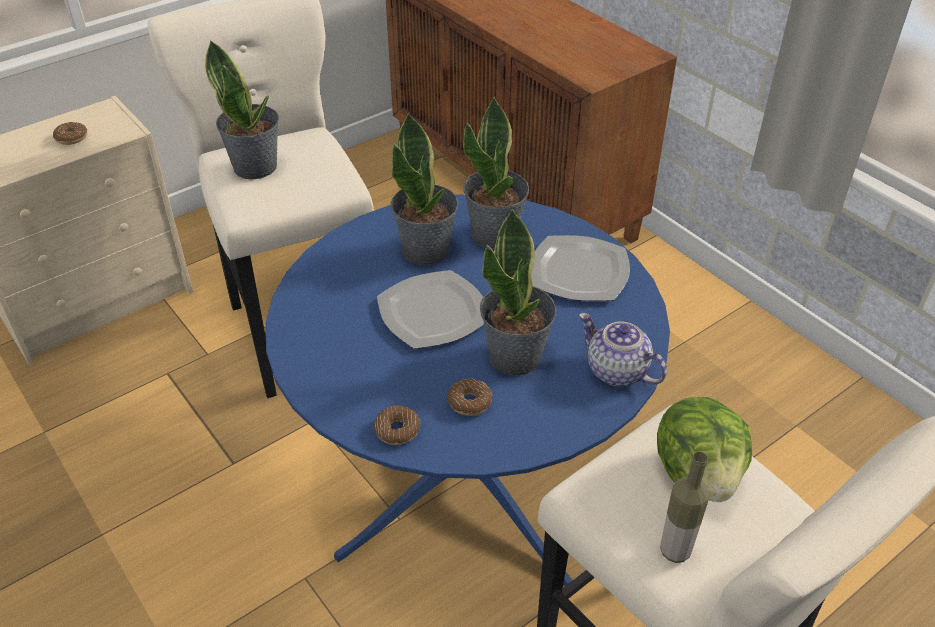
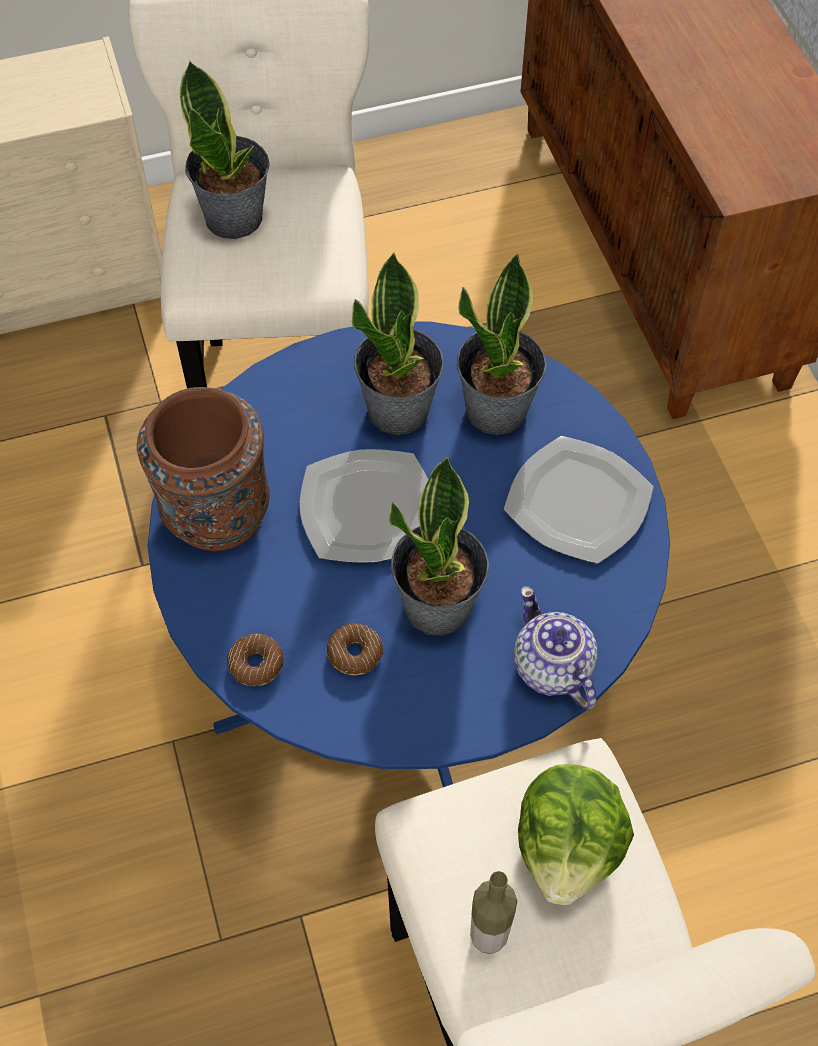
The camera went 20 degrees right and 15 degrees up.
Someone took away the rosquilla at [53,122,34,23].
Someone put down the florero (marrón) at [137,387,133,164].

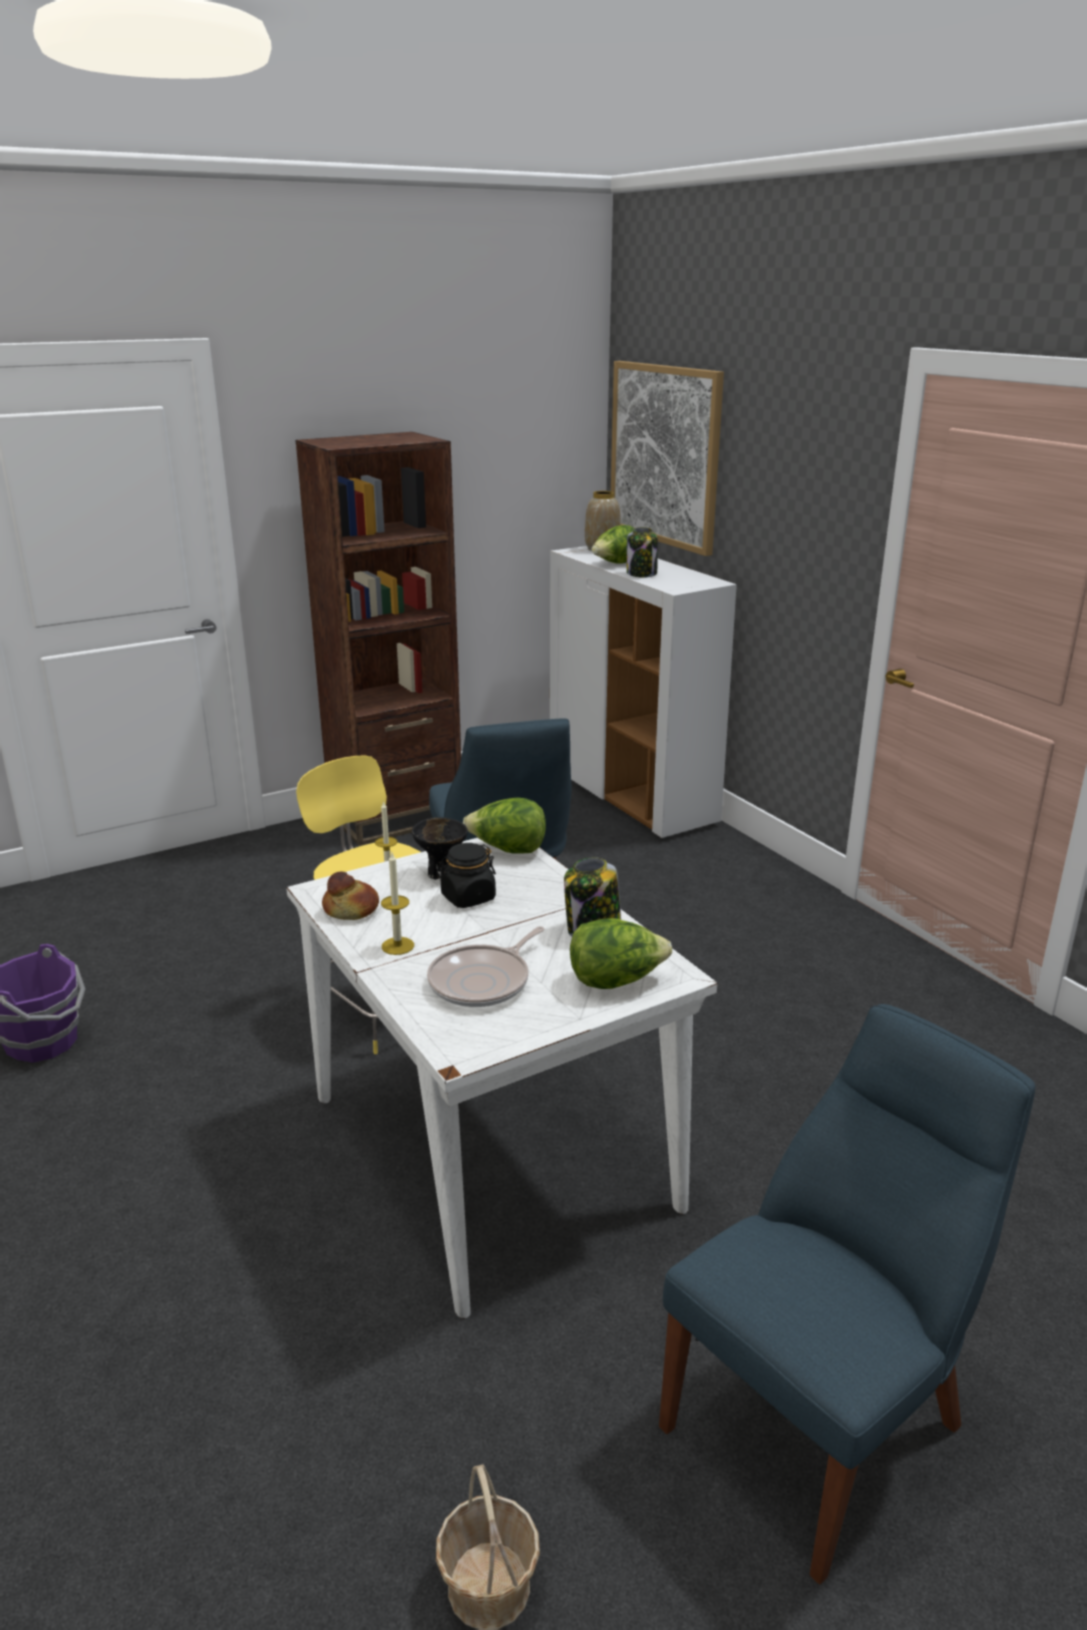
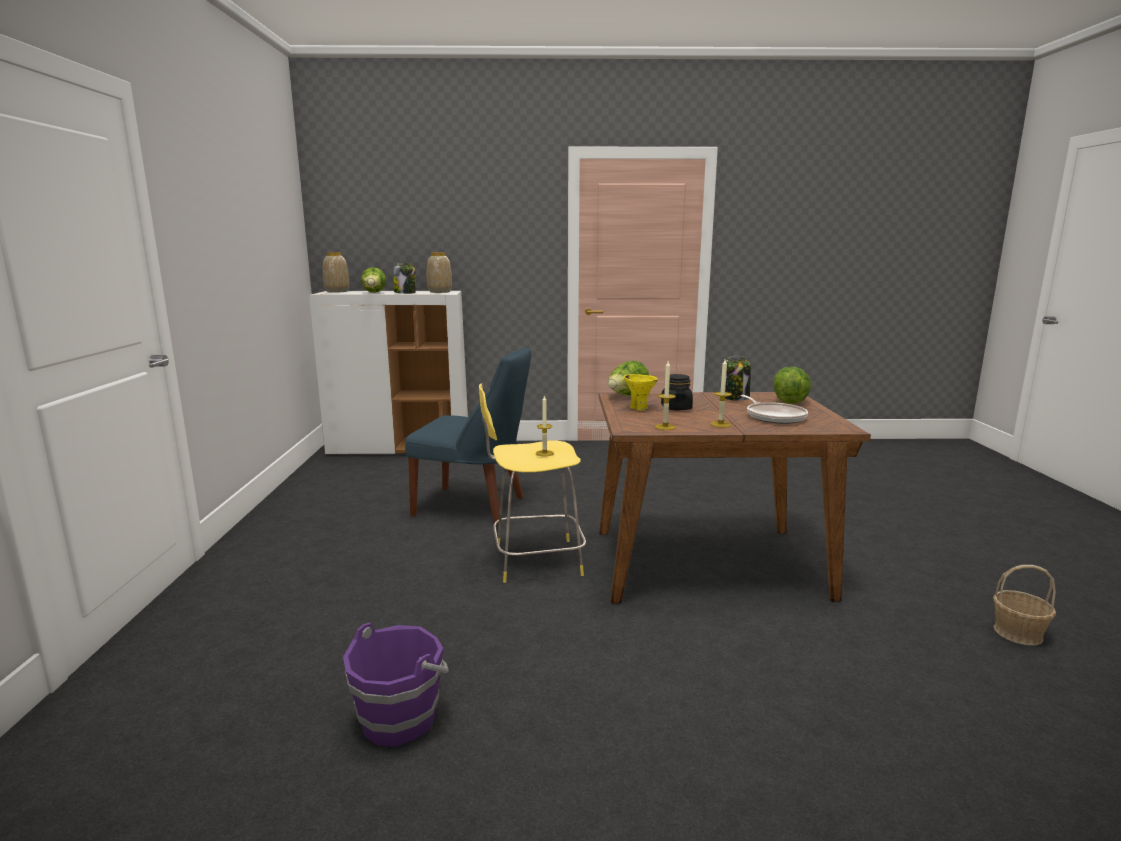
The camera went 60 degrees left and 10 degrees down.
Someone took away the estantería (marrón) at [295,432,166,414].
Someone took away the cuadro at [611,361,113,195].
Someone took away the silla (azul) at [659,1004,377,580].
Someone put down the florero at [427,252,25,41].
Someone swapped the pan at [322,872,57,48] for the vela at [655,361,21,69].
Someone repainted the mesa de comedor (blanco) at [286,838,432,481], which became the mesa de comedor (marrón) at [599,392,272,212].
Someone repainted the cuenco (negro) at [412,817,56,63], which became the cuenco (amarillo) at [624,374,34,37].

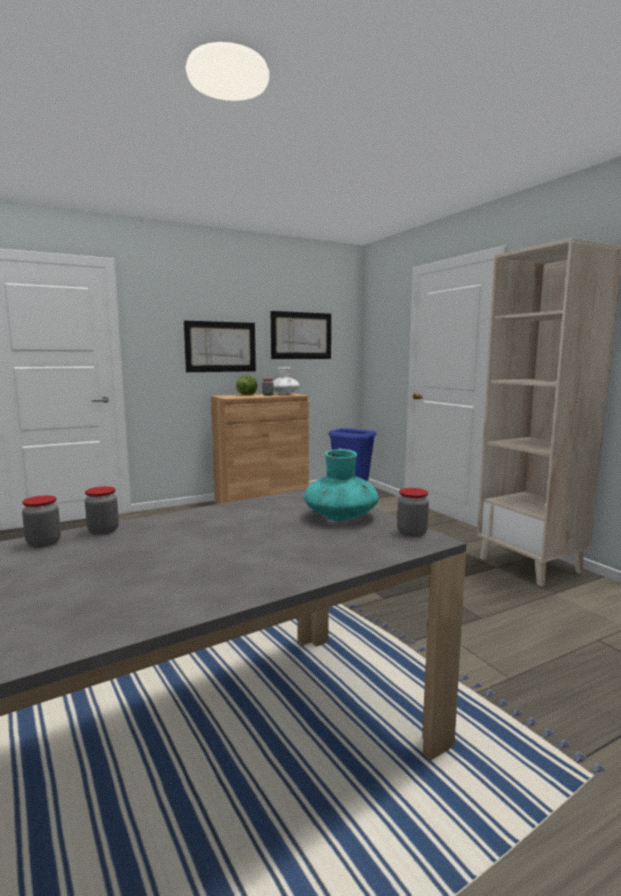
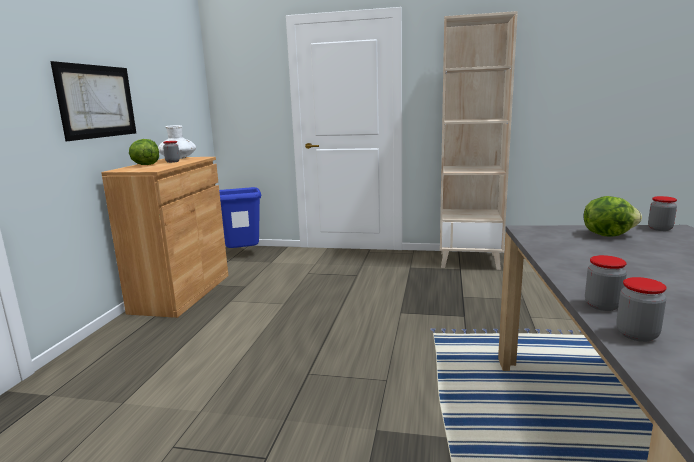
The camera went 50 degrees left and 5 degrees up.
Someone took away the cuadro at [271,311,60,48].
Someone swapped the florero (turquesa) at [304,449,75,72] for the lechuga at [583,196,59,41].

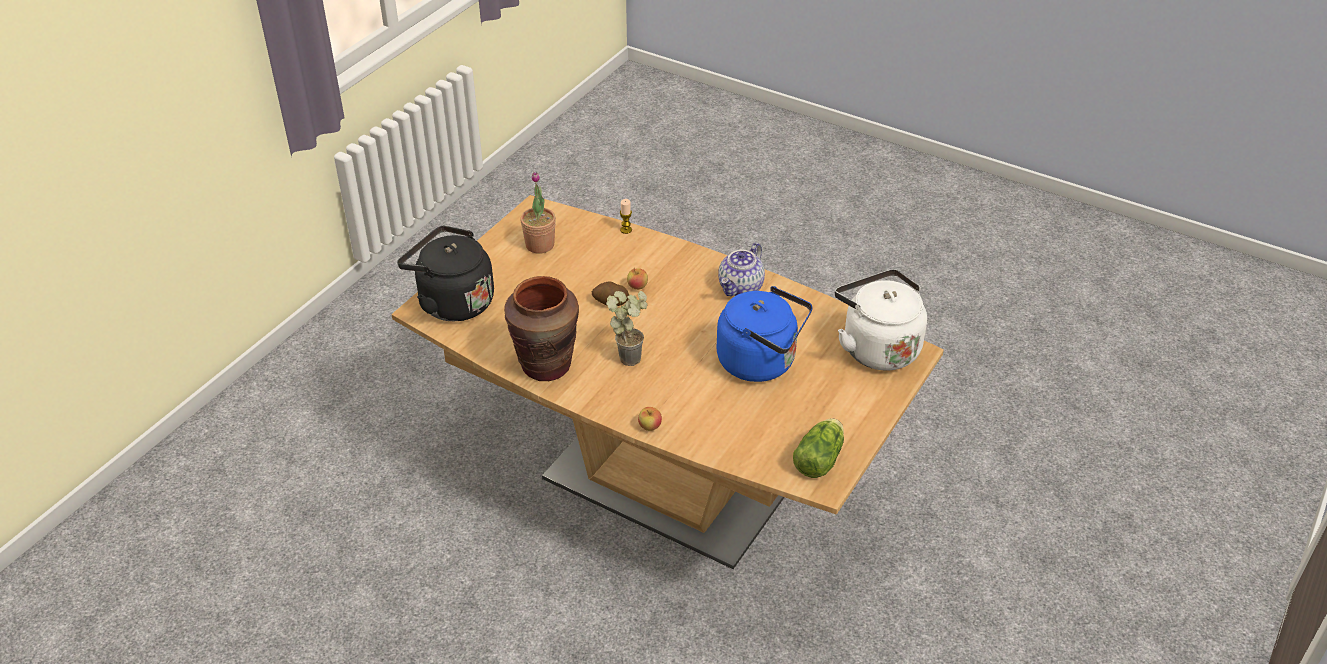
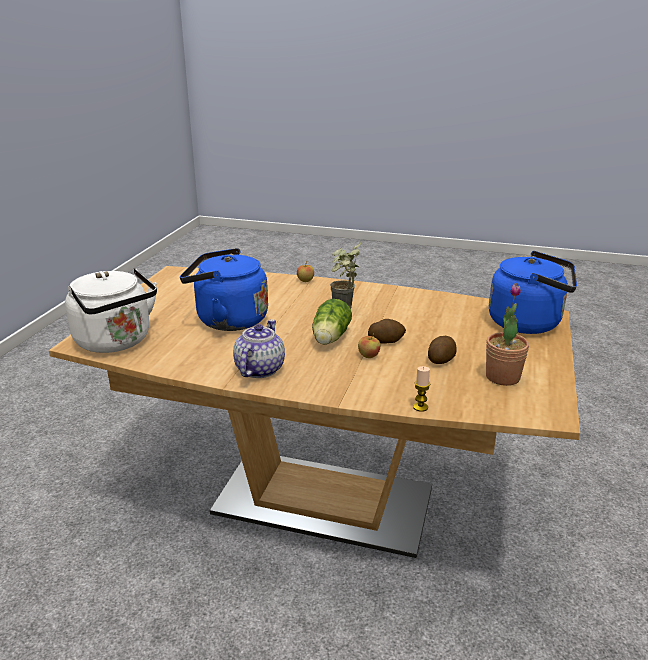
The camera went 165 degrees right and 15 degrees down.
Someone took away the florero (marrón) at [504,276,75,105].
Someone put down the patata at [428,336,29,28].
Someone carried the lechuga from [793,418,51,60] to [312,299,40,46].
Someone repainted the hervidor (negro) at [397,226,97,95], which became the hervidor (azul) at [489,251,88,83].

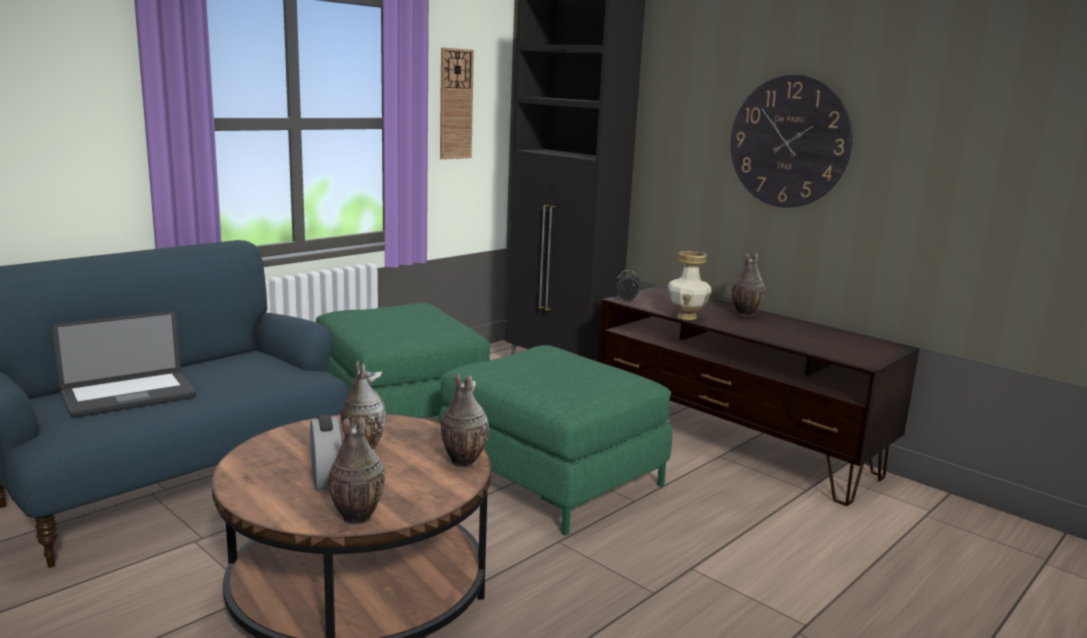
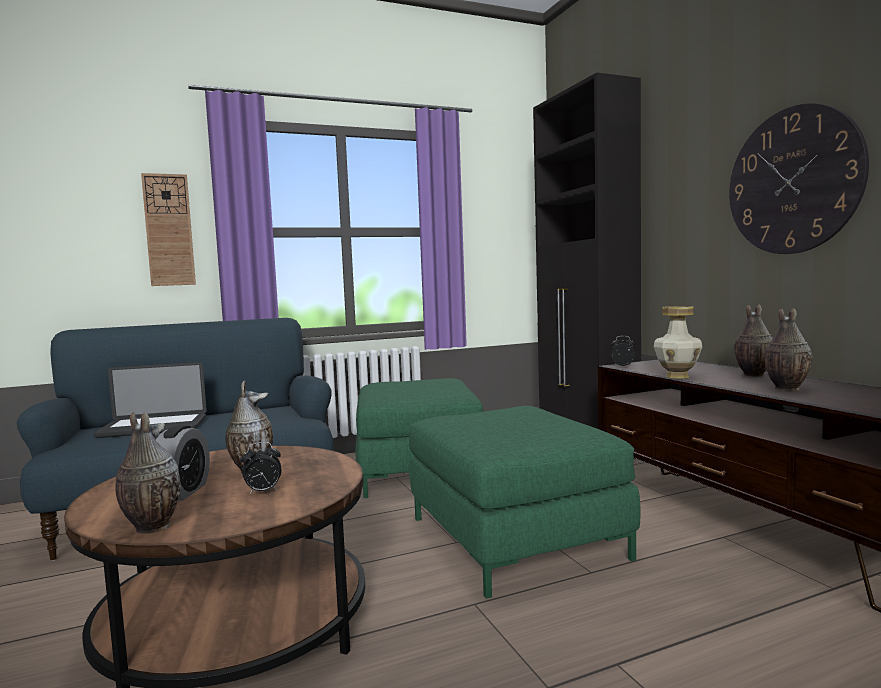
The camera went 25 degrees right and 10 degrees down.
Someone put down the despertador at [240,442,41,52].
Someone carried the reloj de pared from [440,48,34,111] to [141,173,55,113].
Someone carried the florero from [441,373,48,94] to [764,308,48,83].

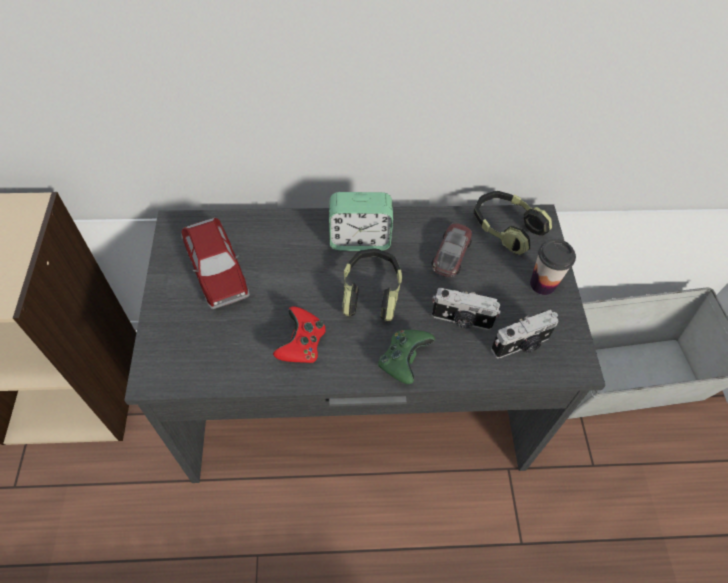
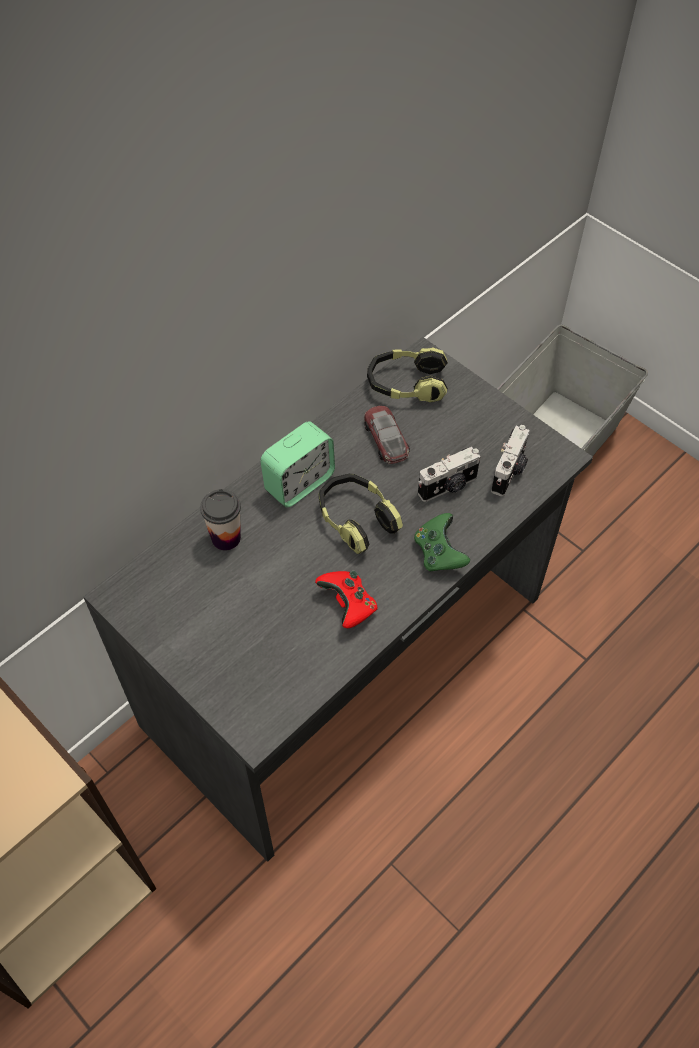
The camera went 40 degrees left and 0 degrees up.
Someone took away the coche de juguete at [181,218,69,91].
Someone carried the taza from [530,239,46,56] to [200,489,41,61].

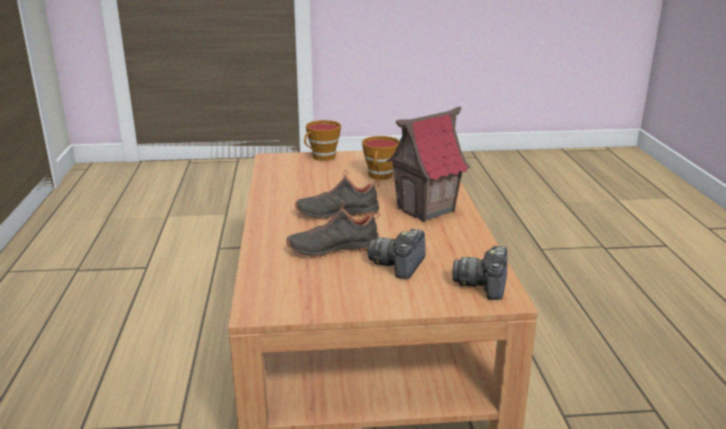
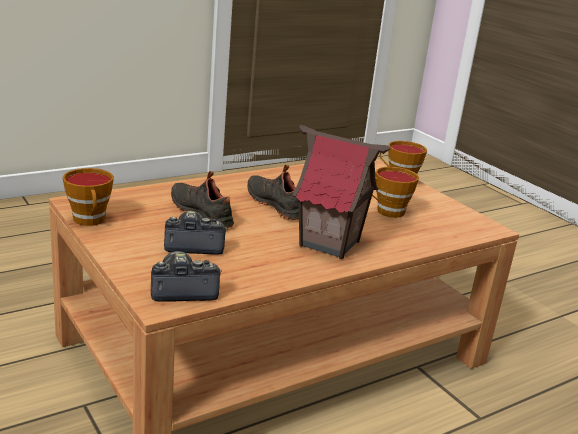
The camera went 60 degrees right and 0 degrees up.
Someone put down the taza at [63,168,51,58].

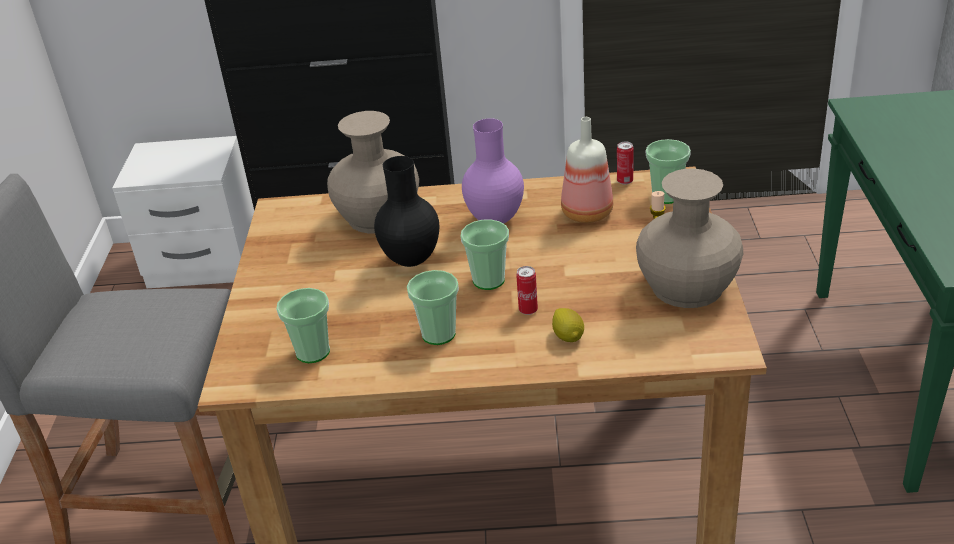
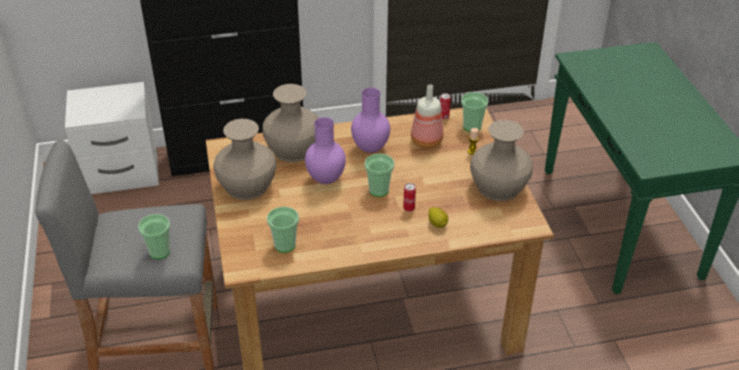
The camera went 15 degrees left and 5 degrees up.
Someone put down the florero (beis) at [214,119,63,81].
Someone carried the taza from [407,270,52,75] to [138,214,32,45].
Someone repainted the florero (negro) at [374,156,65,111], which became the florero (morado) at [305,117,41,67].

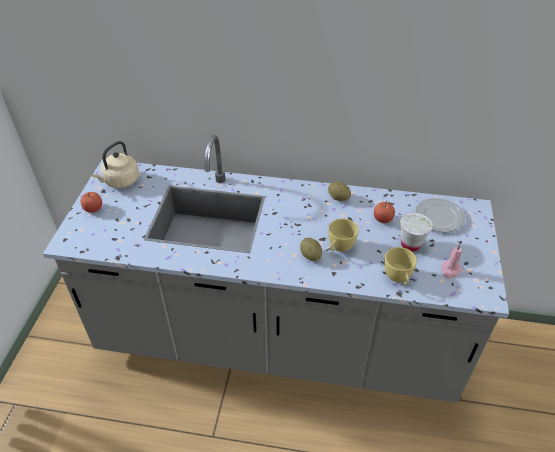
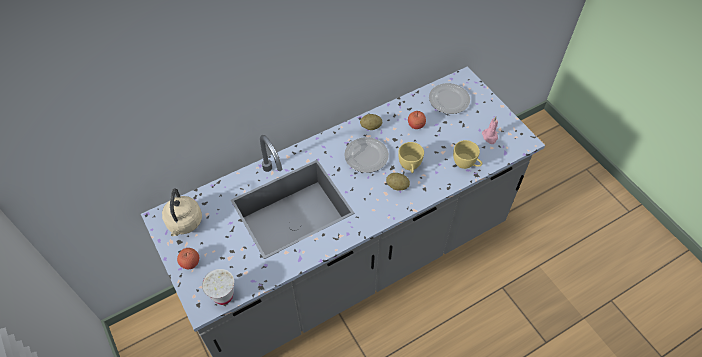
The camera went 40 degrees left and 10 degrees up.
Someone put down the plato at [344,137,45,36].
Someone carried the taza (blanco) from [400,213,32,38] to [202,269,32,36].

